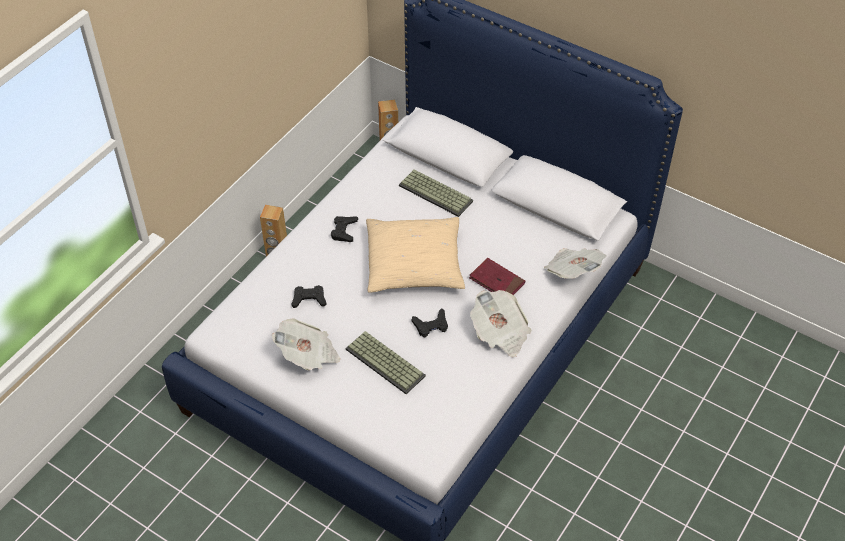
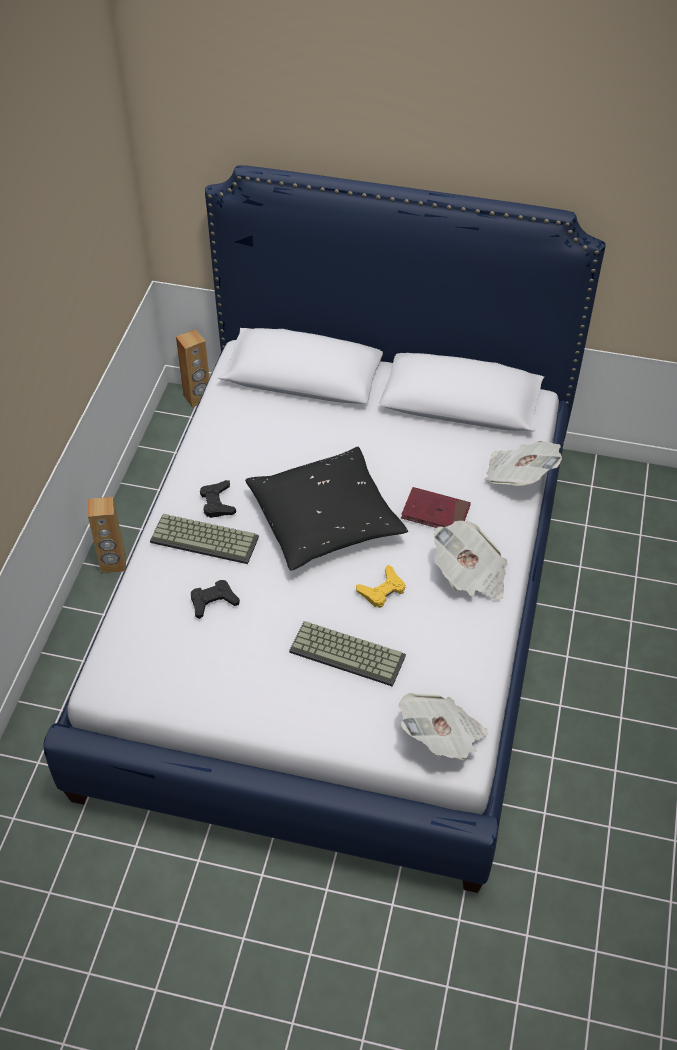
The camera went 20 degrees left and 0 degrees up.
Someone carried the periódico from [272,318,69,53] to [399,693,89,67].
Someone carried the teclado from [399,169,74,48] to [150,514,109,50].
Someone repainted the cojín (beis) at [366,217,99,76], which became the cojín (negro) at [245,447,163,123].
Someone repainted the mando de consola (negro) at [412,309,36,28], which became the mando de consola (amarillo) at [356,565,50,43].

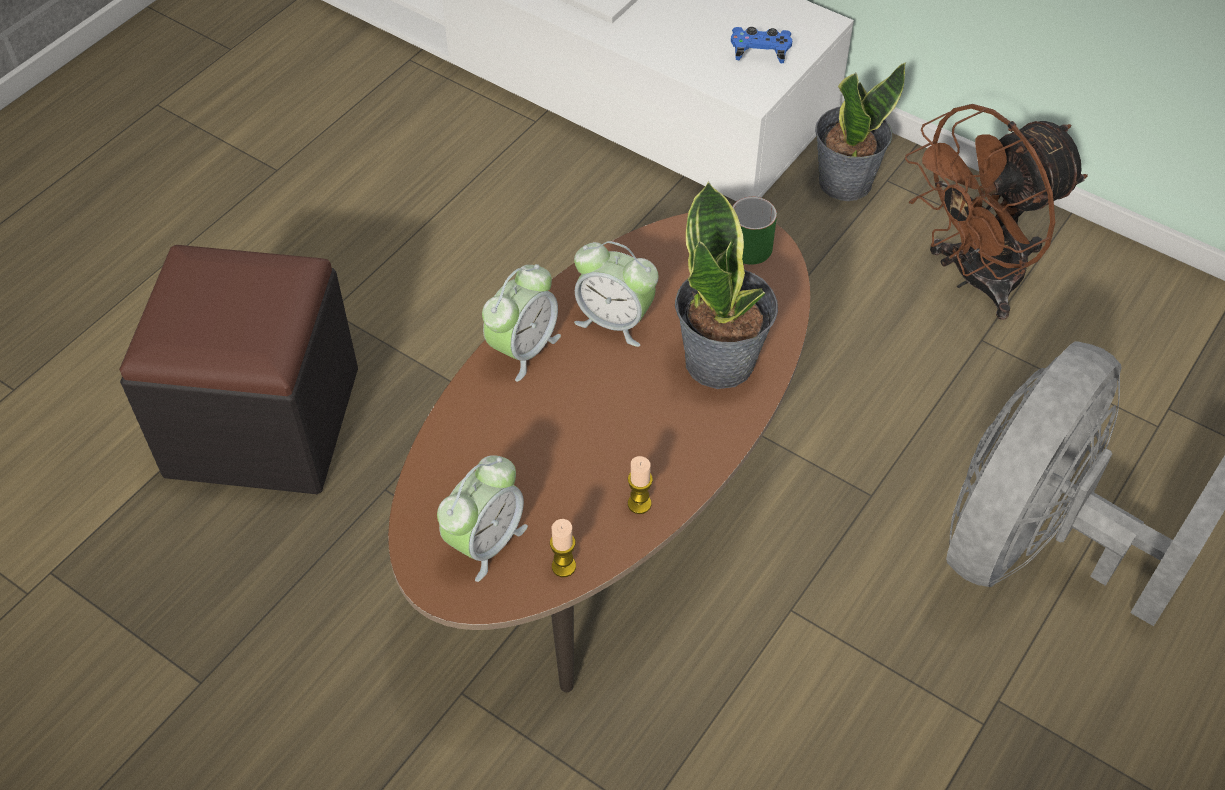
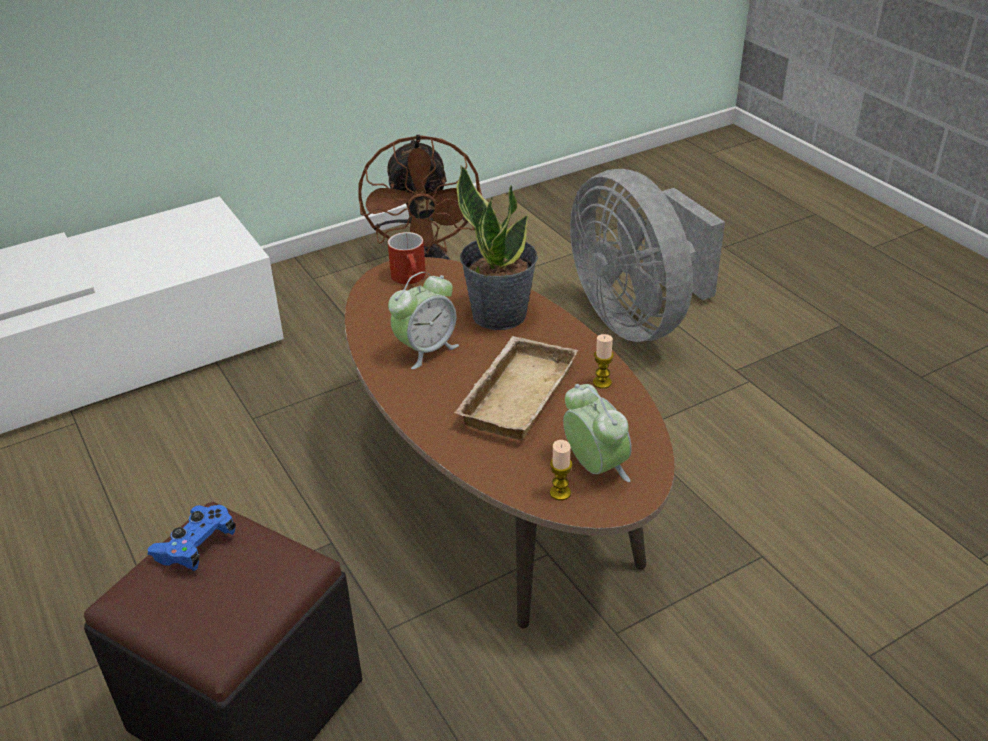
The camera went 65 degrees left and 15 degrees down.
Someone took away the despertador at [482,264,79,118].
Someone took away the planta en maceta at [815,62,91,139].
Someone put down the bandeja (beis) at [454,336,124,104].
Someone carried the vela from [550,519,26,58] to [550,440,22,60].
Someone carried the mando de consola (azul) from [731,27,61,36] to [147,505,89,66].
Someone repainted the taza grande (verde) at [732,197,45,68], which became the taza grande (rojo) at [388,232,38,52].

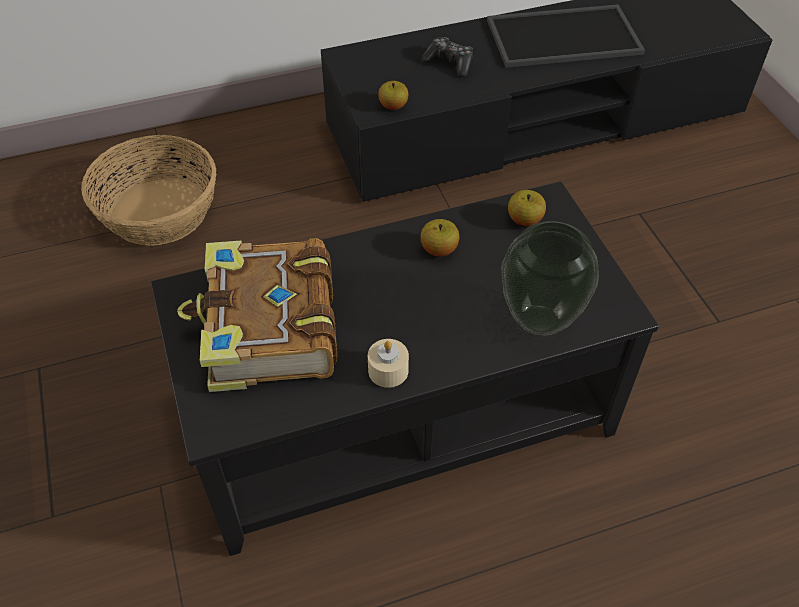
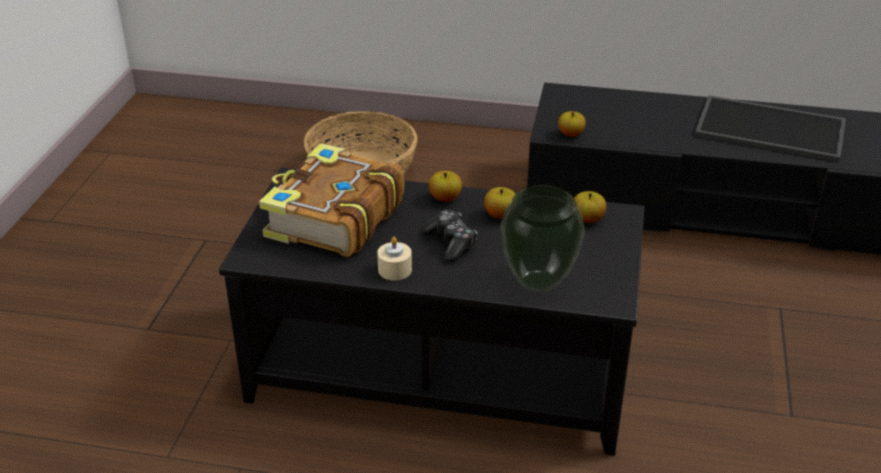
The camera went 30 degrees right and 15 degrees down.
Someone put down the manzana at [429,171,33,31].
Someone carried the mando de consola from [421,37,52,40] to [421,210,57,52].

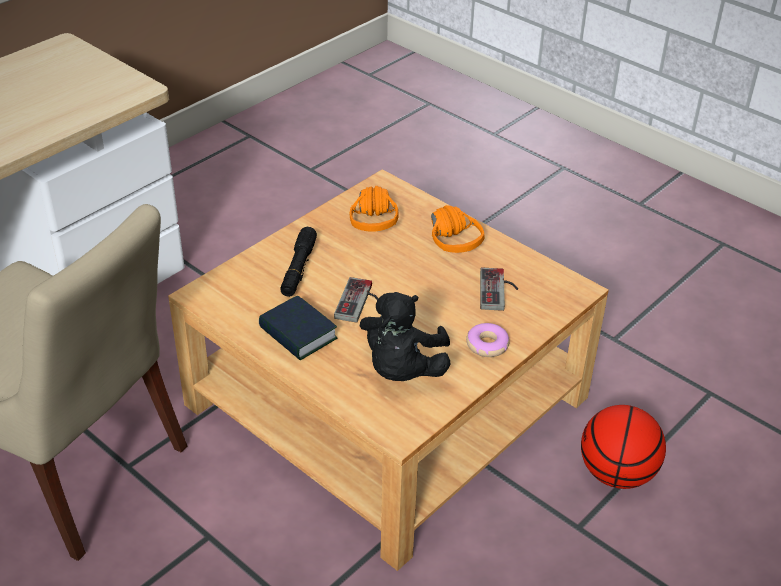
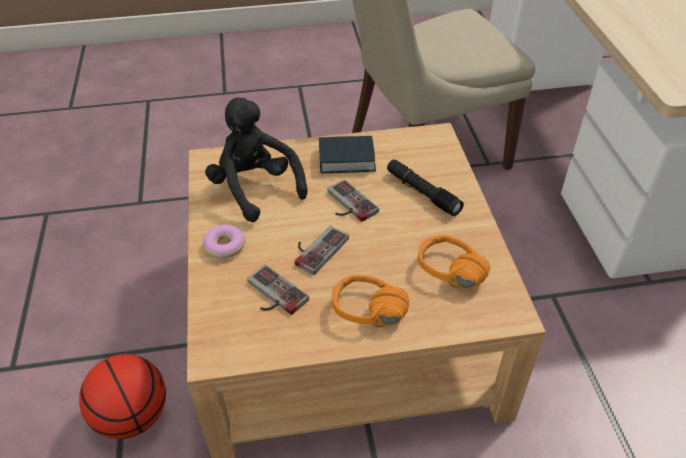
The camera went 130 degrees right and 5 degrees up.
Someone put down the mando de consola at [295,226,54,49].

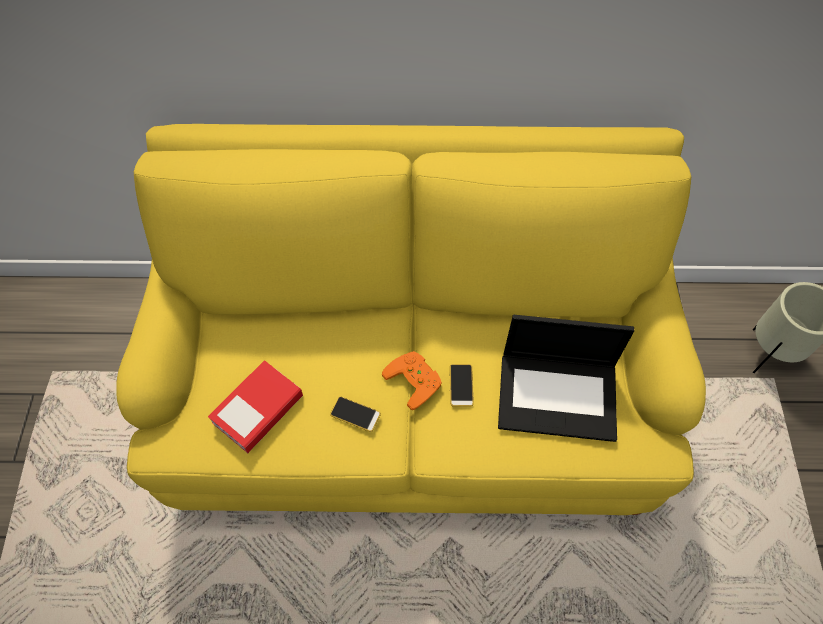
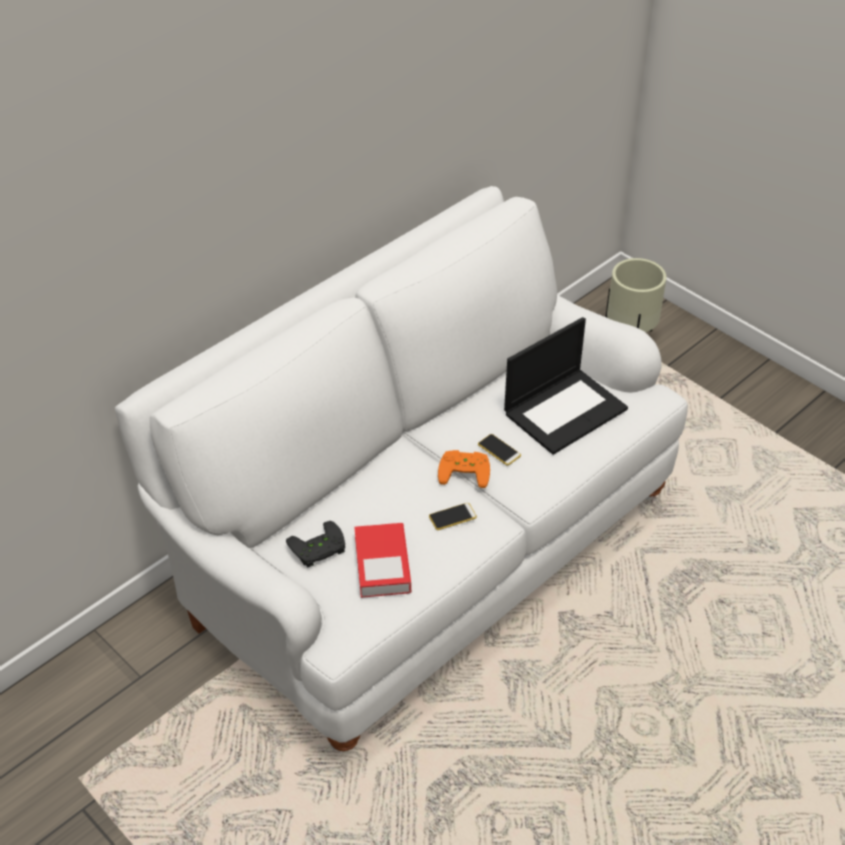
The camera went 45 degrees left and 15 degrees down.
Someone put down the mando de consola (negro) at [286,521,59,46].
Someone repainted the sofá (amarillo) at [116,124,590,391], which became the sofá (blanco) at [115,186,573,565].

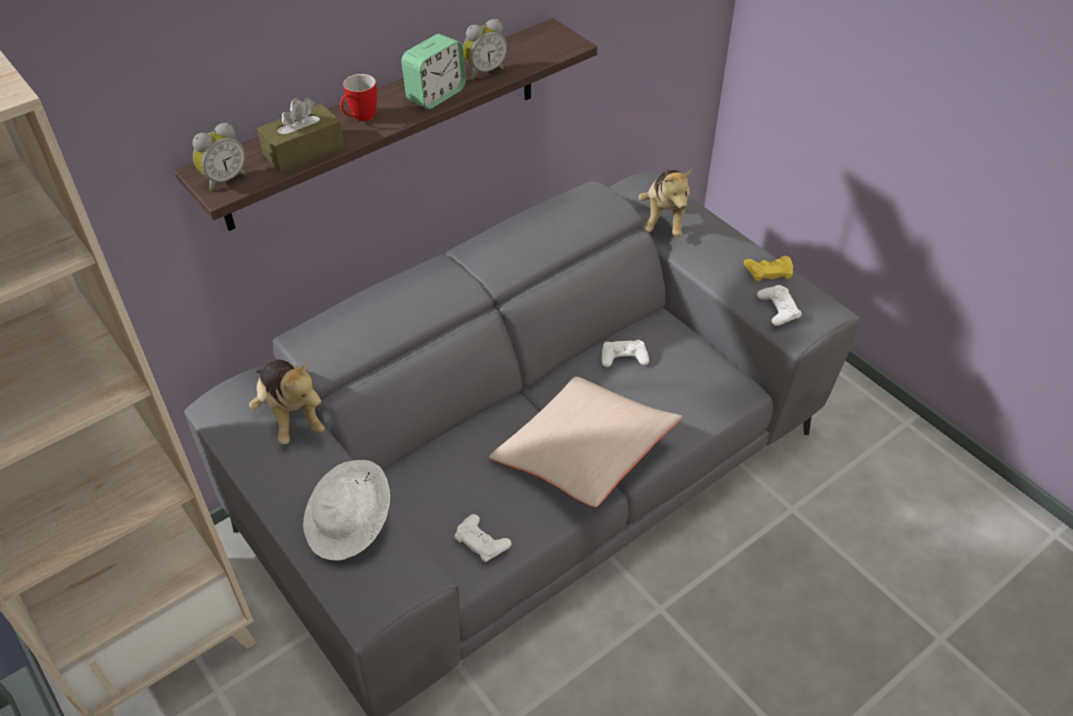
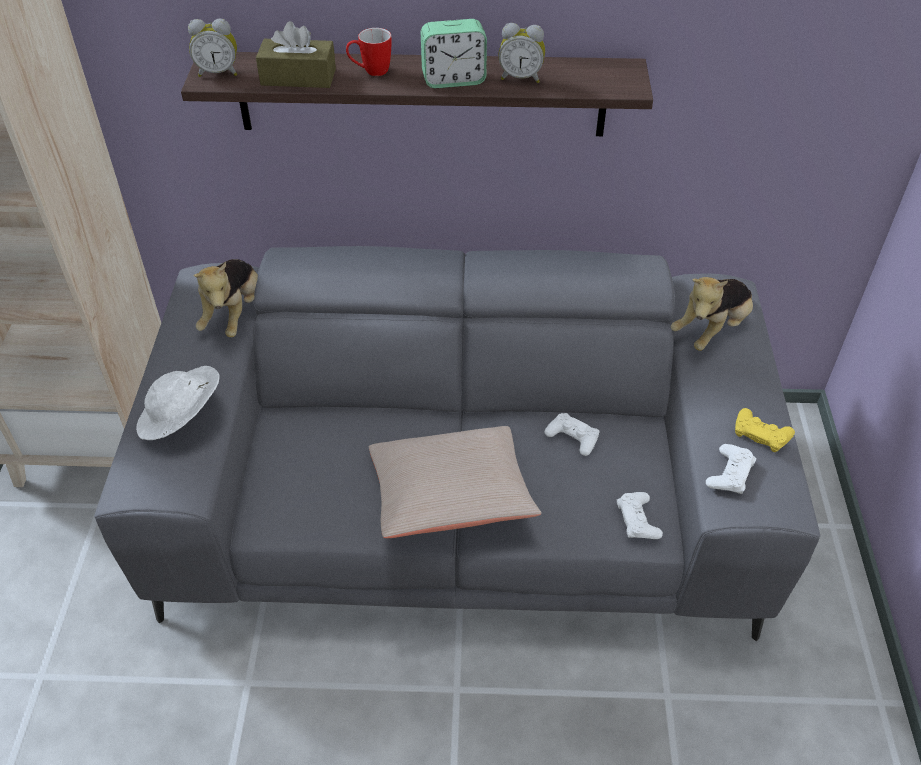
The camera went 40 degrees right and 0 degrees up.
Someone carried the mando de consola (blanco) from [454,514,58,48] to [617,492,46,47].

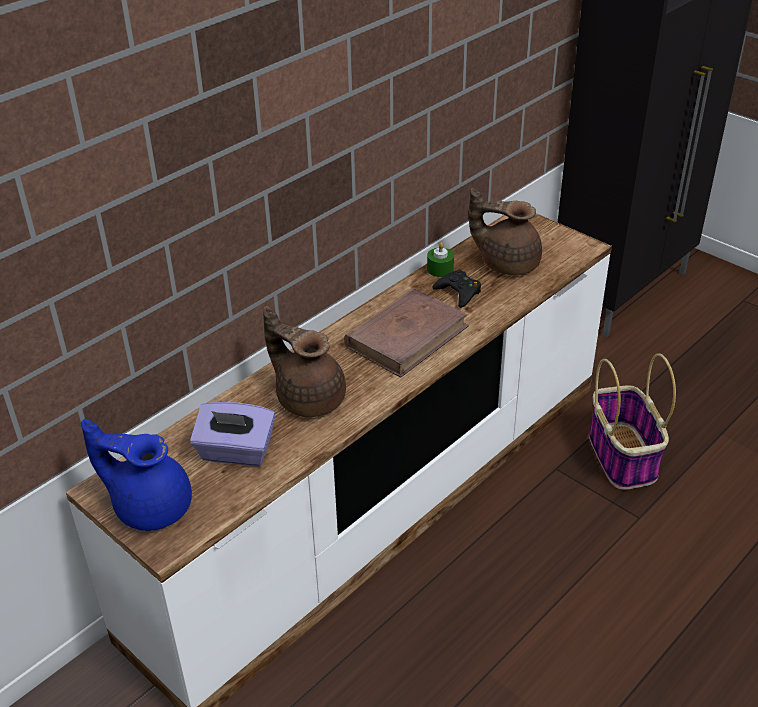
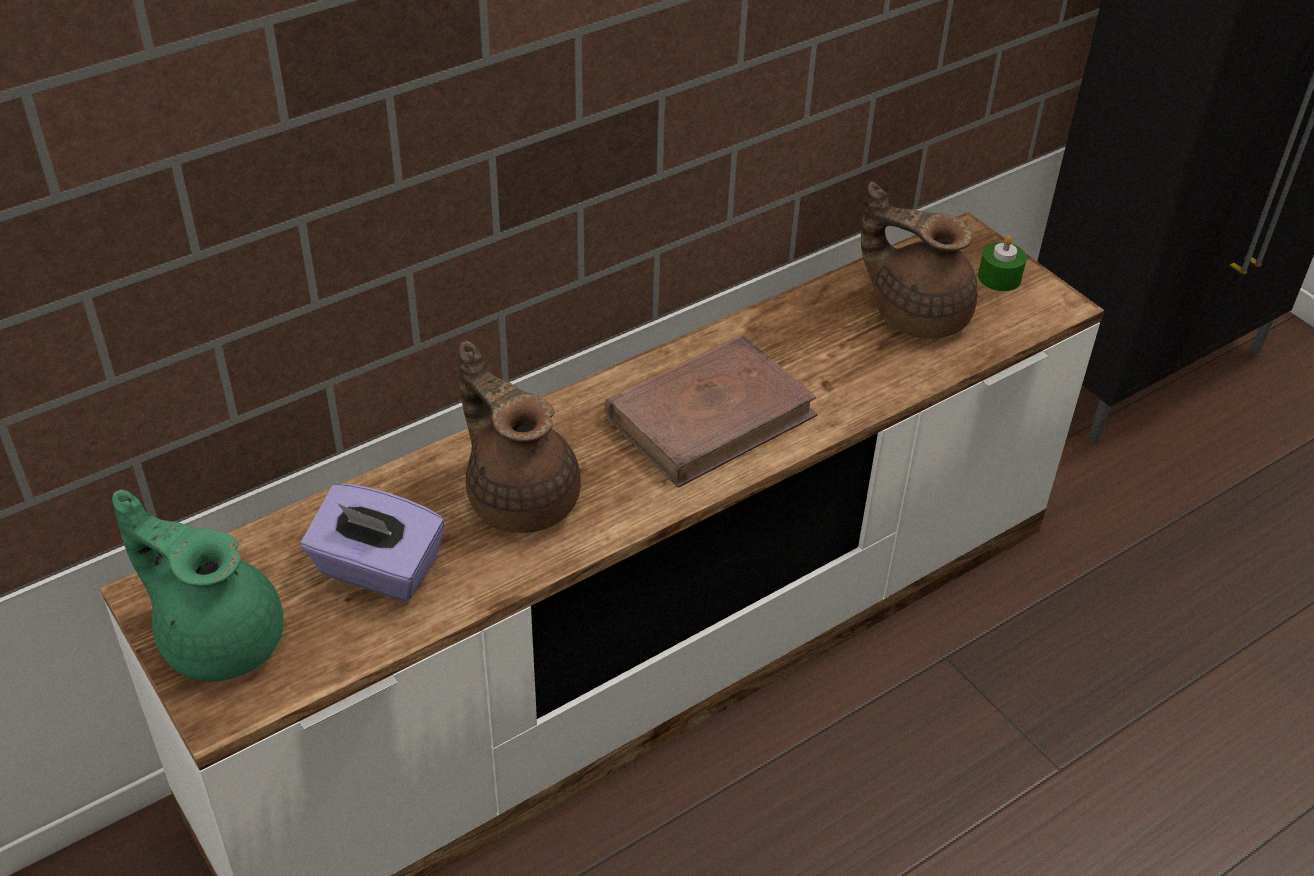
The camera went 10 degrees right and 5 degrees up.
Someone took away the mando de consola (negro) at [432,269,49,39].
Someone took away the cesta at [589,353,87,137].
Someone carried the vela (verde) from [427,242,27,35] to [978,235,49,56].
Someone repainted the tetera (azul) at [81,419,111,112], which became the tetera (verde) at [112,489,172,193].

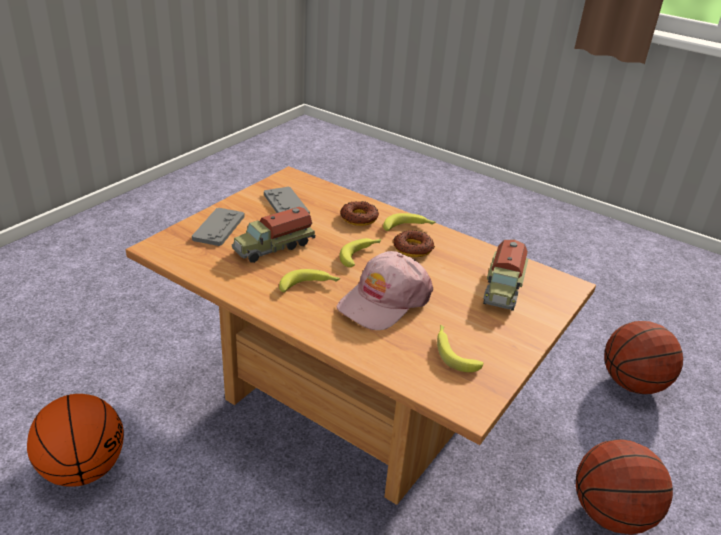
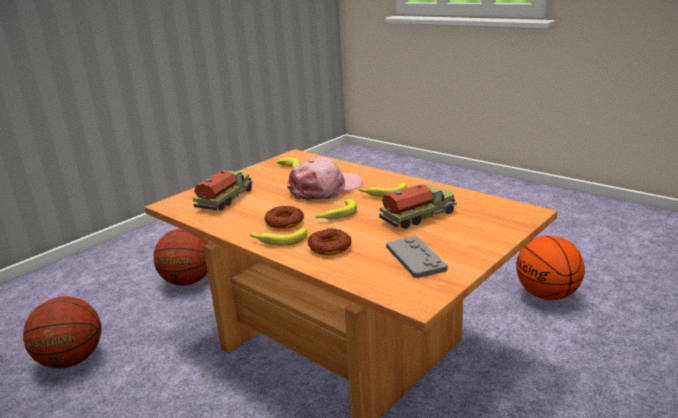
The camera went 170 degrees left and 10 degrees down.
Someone took away the mando de consola (gris) at [192,208,53,38].

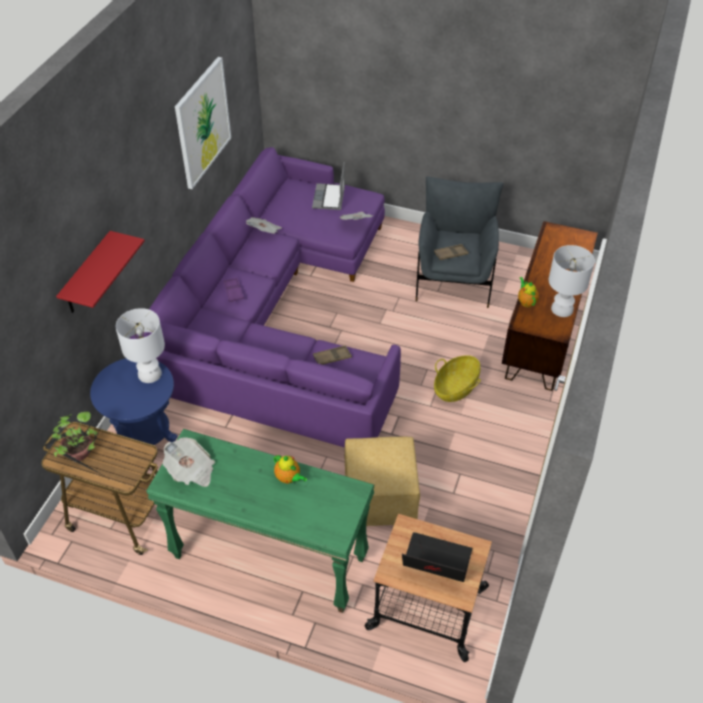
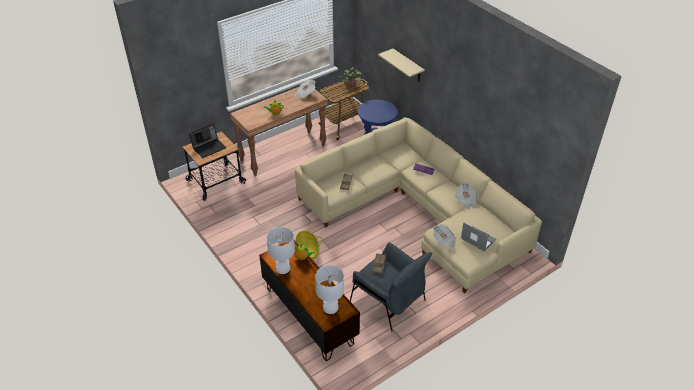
The camera went 125 degrees right and 5 degrees down.
Someone took away the cuadro at [175,57,56,132].
Someone took away the puf (amarillo) at [345,437,75,89].
Someone carried the lámpara de mesa (blanco) from [116,308,49,75] to [315,265,29,49].
Someone repainted the estante (rojo) at [56,231,89,82], which became the estante (beis) at [378,49,47,32].
Someone repainted the sofá (morado) at [129,147,272,301], which became the sofá (beis) at [295,117,247,176].
Someone repainted the mesa consola (verde) at [146,429,228,184], which became the mesa consola (marrón) at [230,87,98,89].

